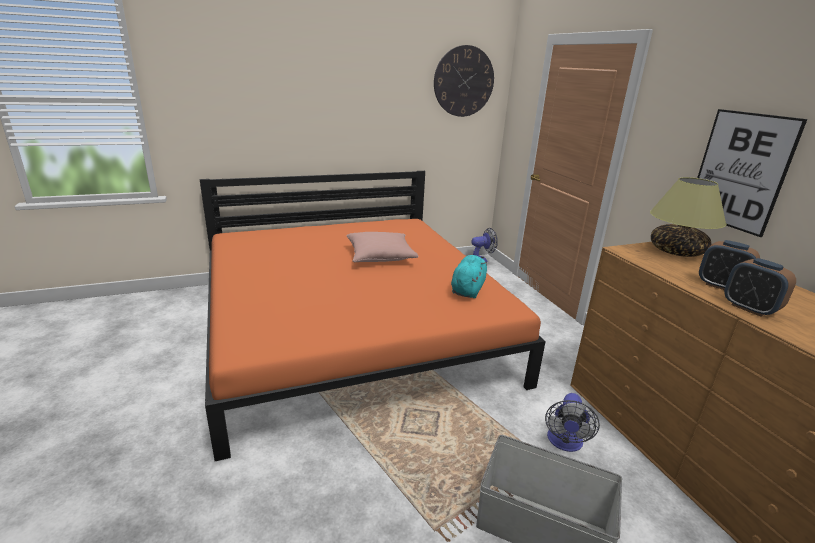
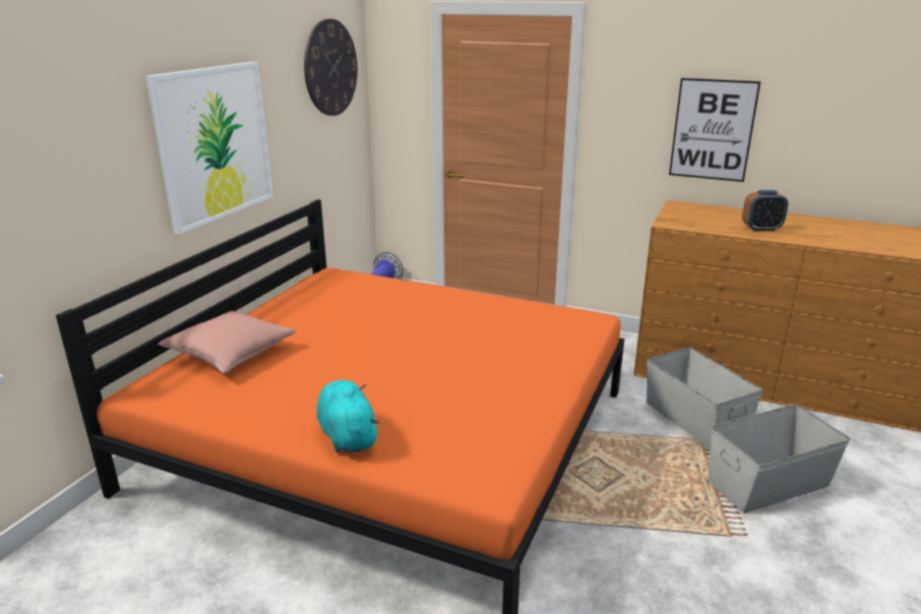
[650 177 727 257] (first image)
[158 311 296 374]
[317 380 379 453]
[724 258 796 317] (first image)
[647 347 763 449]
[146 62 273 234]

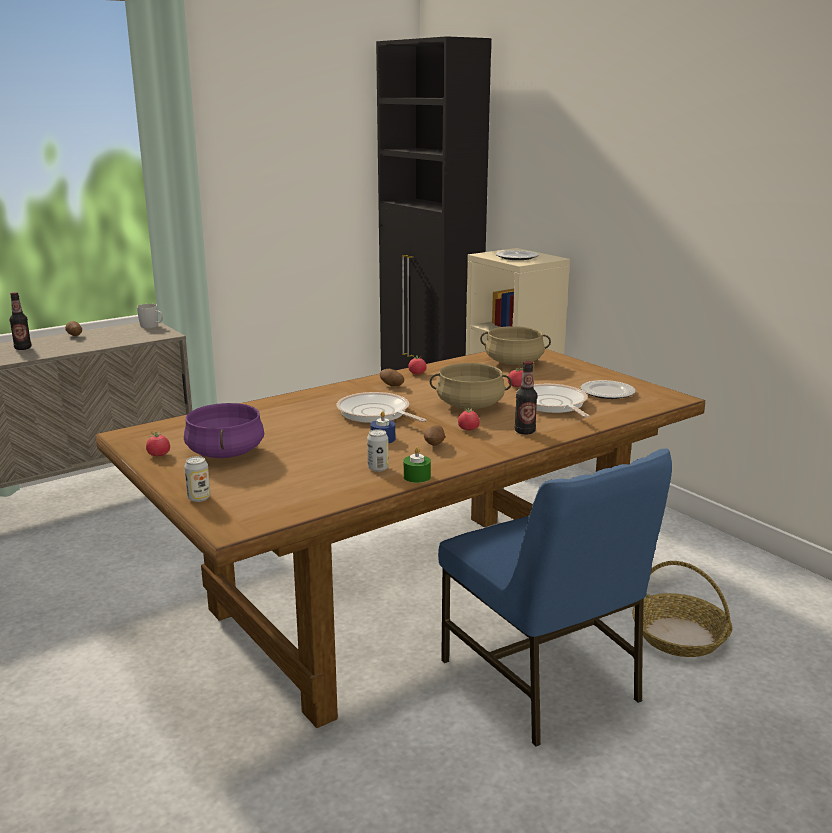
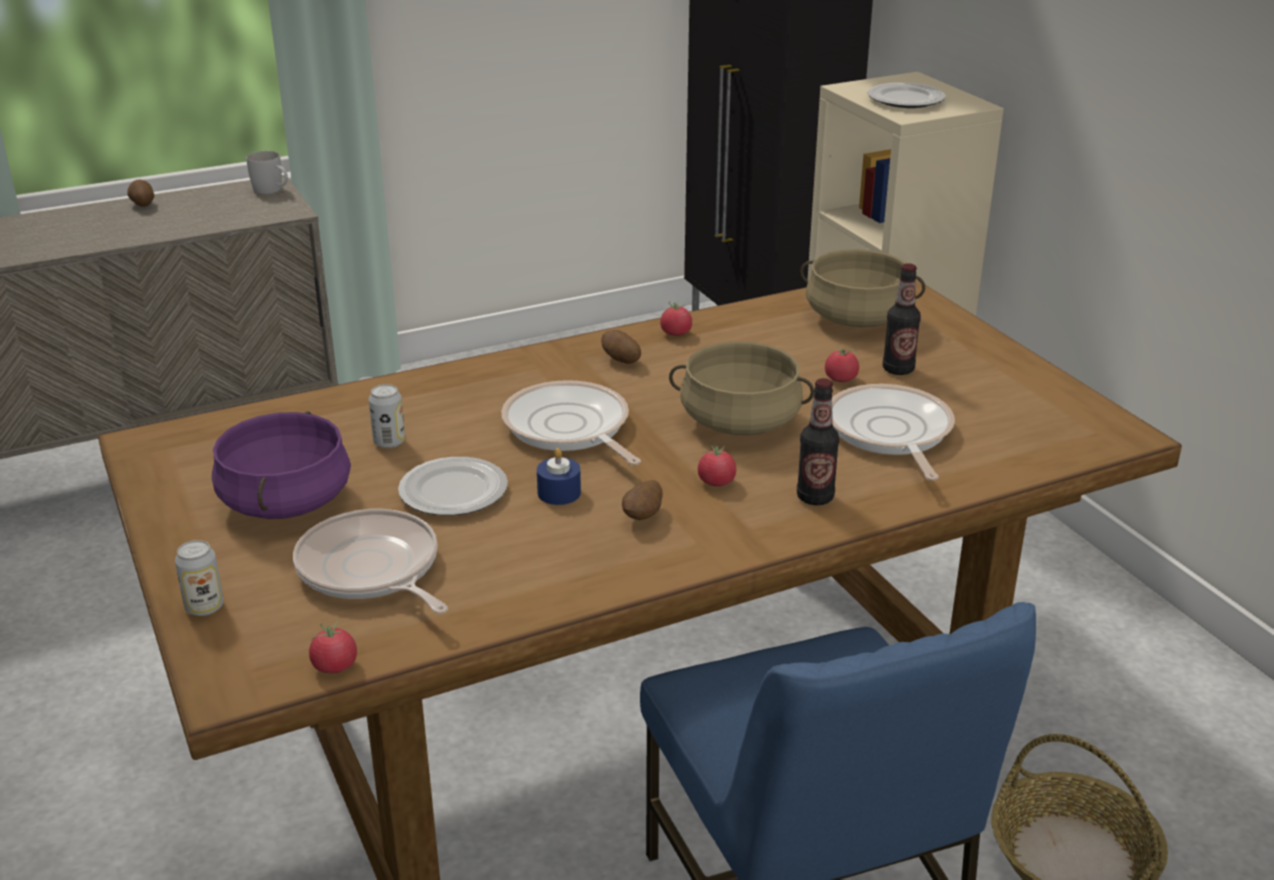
[883 263 921 375]
[398 457 508 516]
[369 384 405 448]
[309 621 357 673]
[403 447 431 483] (first image)
[293 509 448 614]

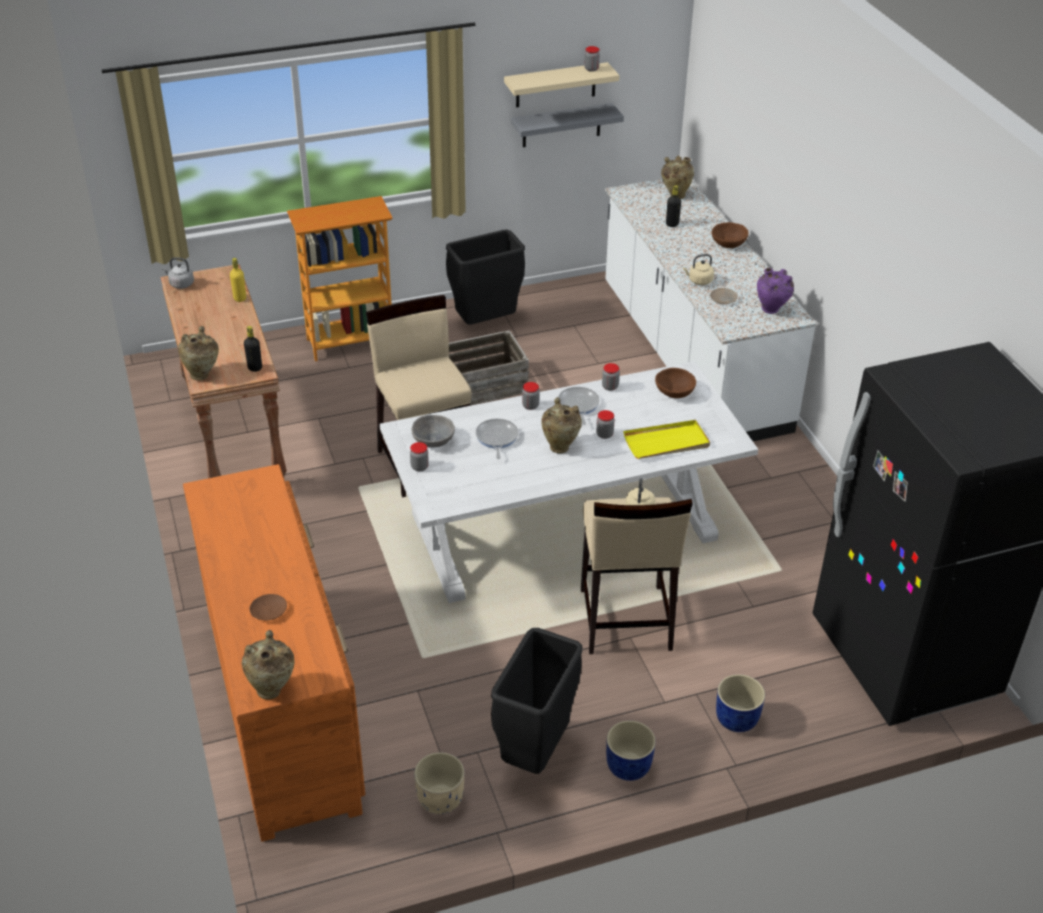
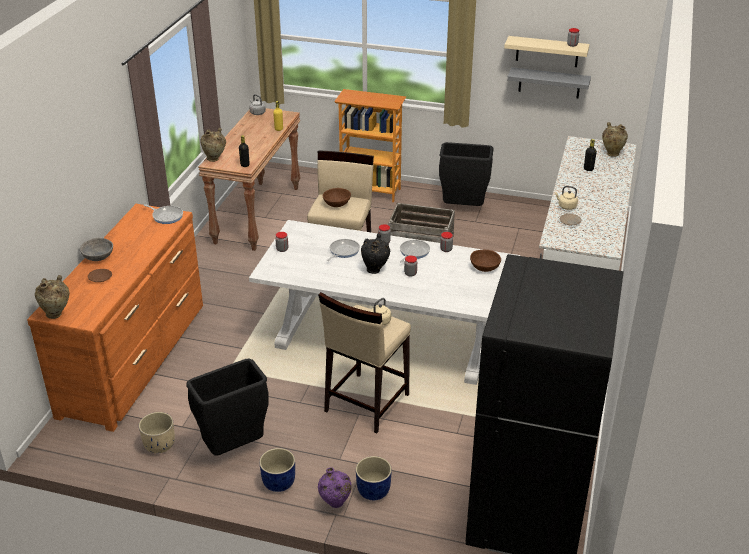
[323 188 351 207]
[318 468 352 508]
[361 233 390 274]
[80 237 113 261]
[623 420 710 459] (first image)
[143 204 183 224]

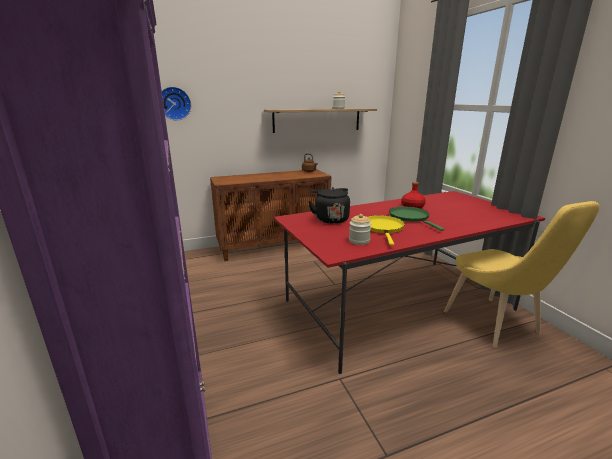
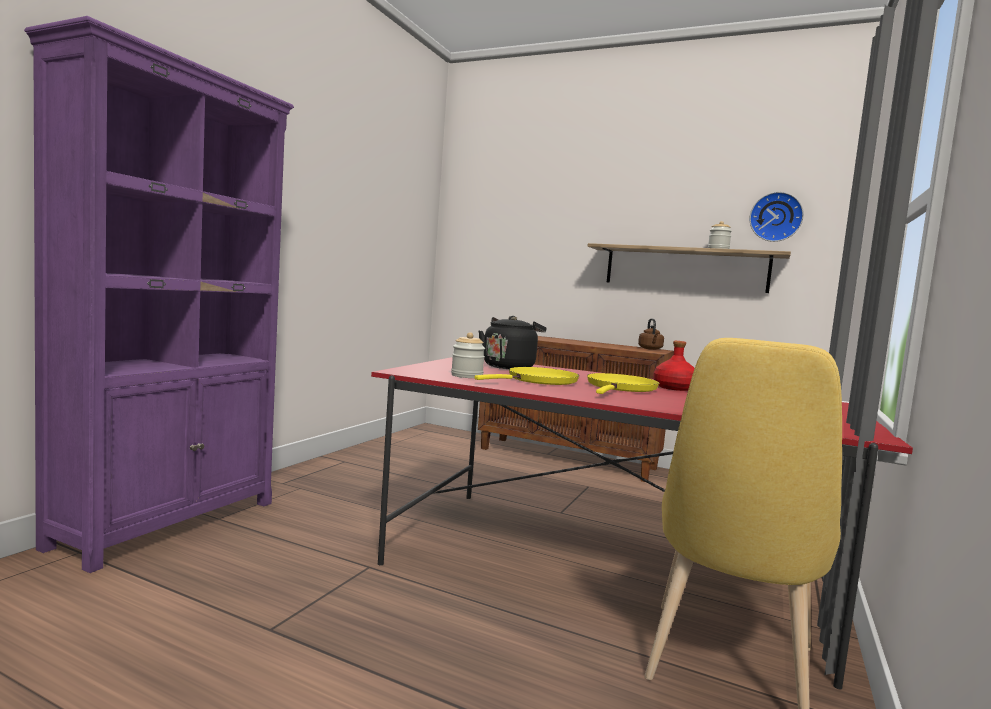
[749 192 804 242]
[587 373 659 394]

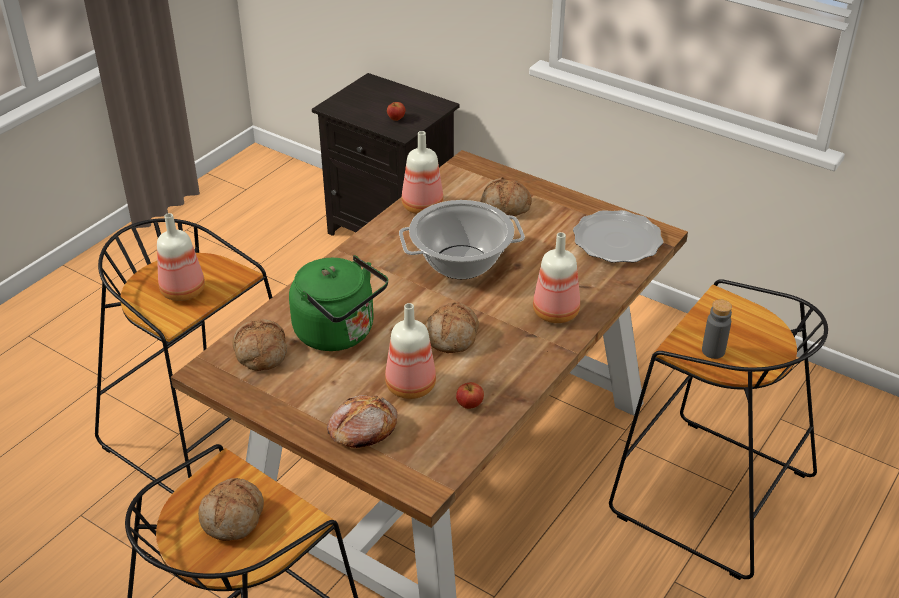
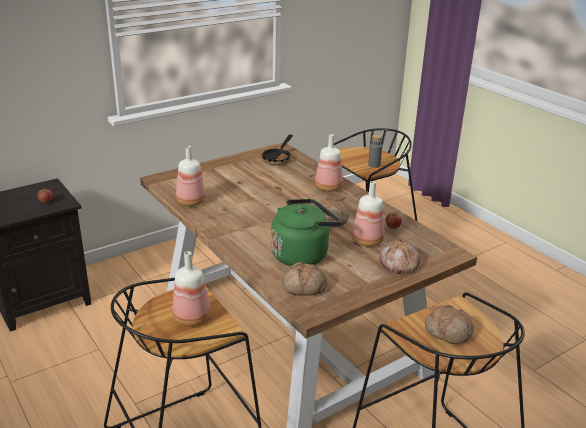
[480 177 532 216] (first image)
[399 200 525 279] (first image)
[261 134 293 165]

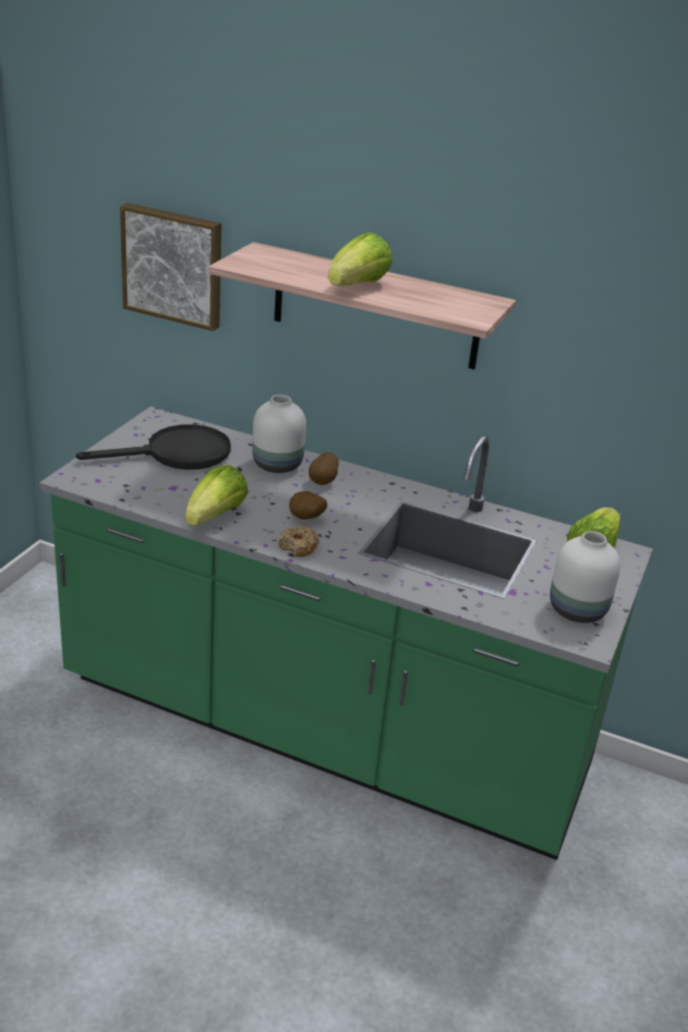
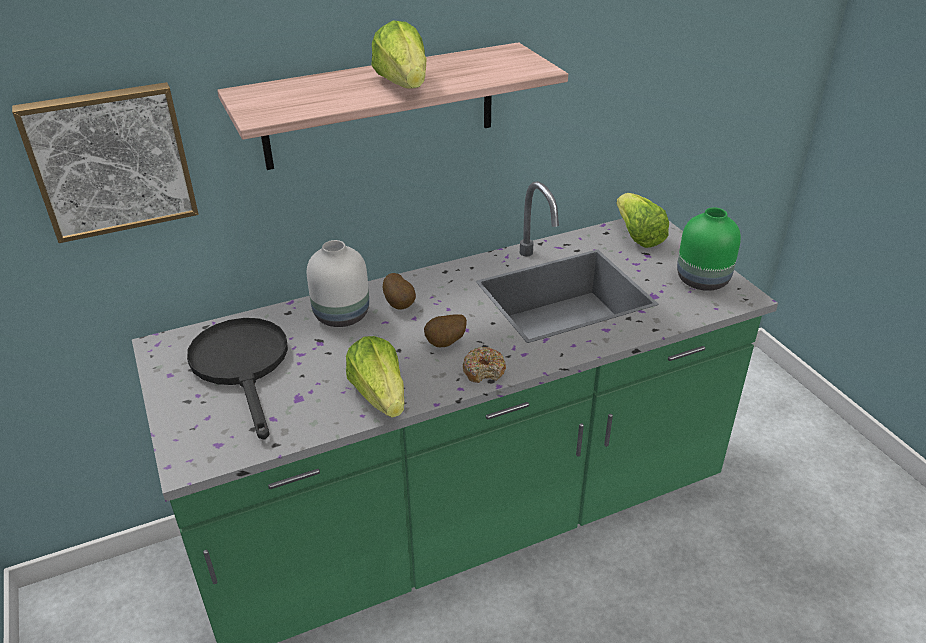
[187 318 288 440]
[677 207 741 291]

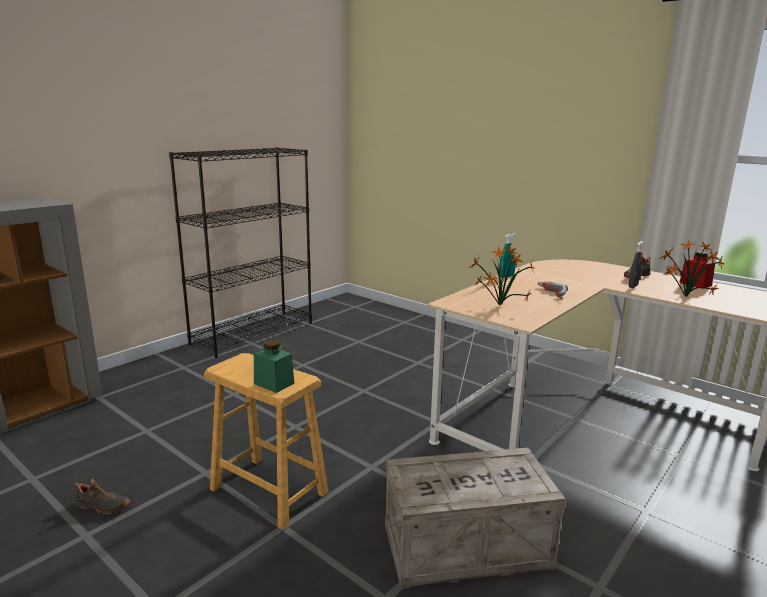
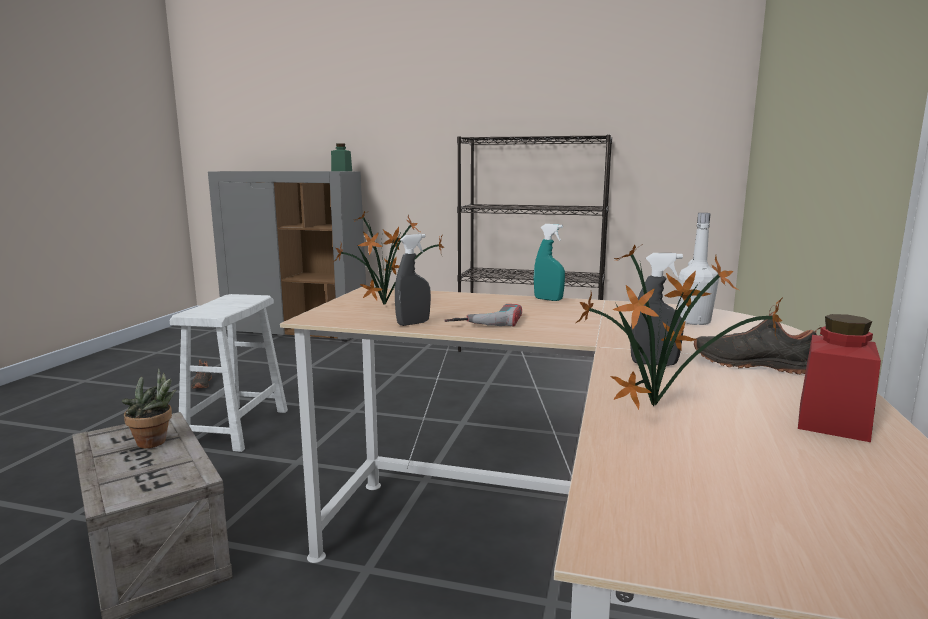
[331 144 352 171]
[170 294 288 452]
[678 213 719 325]
[395 234 431 326]
[121 368 176 448]

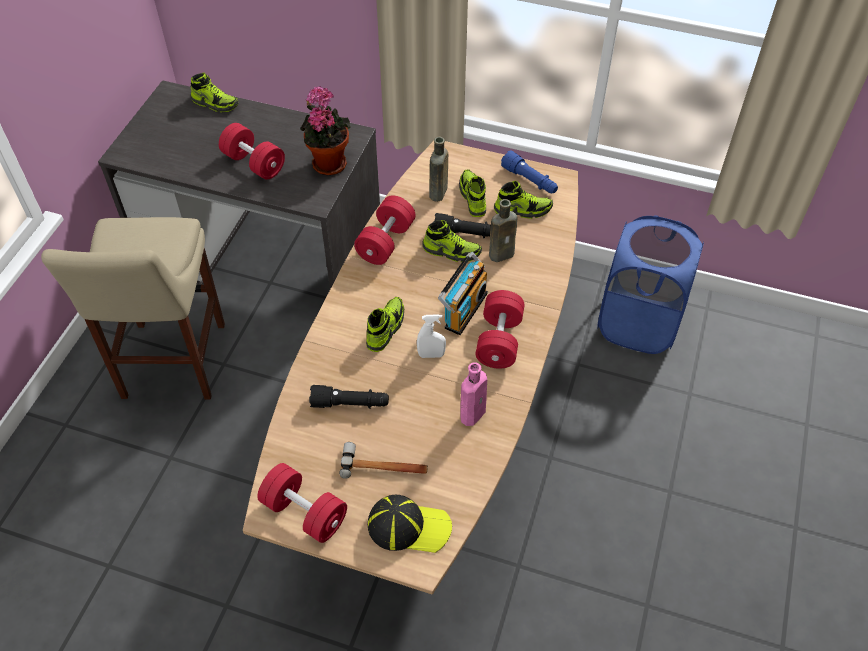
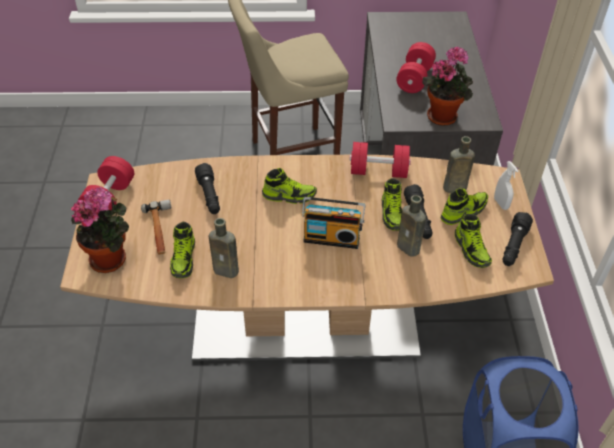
[170 222 195 278]
[503 212 533 266]
[476 290 525 368] (first image)
[494 161 518 210]
[209 218 239 278]
[71 187 129 273]

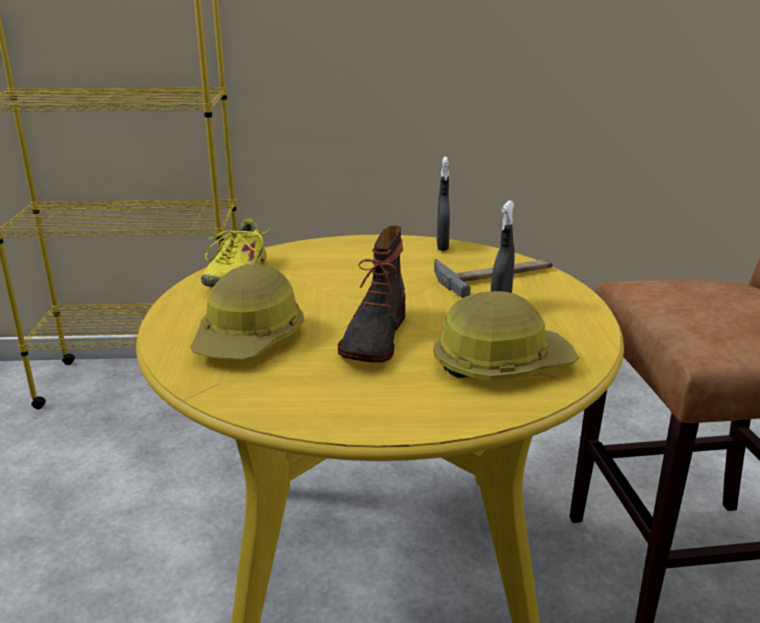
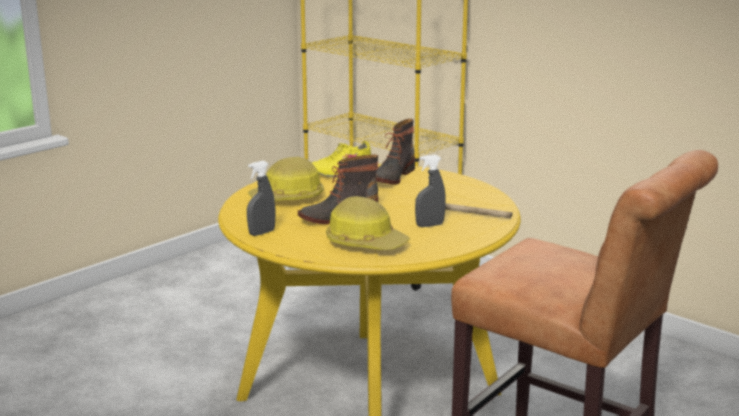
[247 161 275 236]
[376 119 415 185]

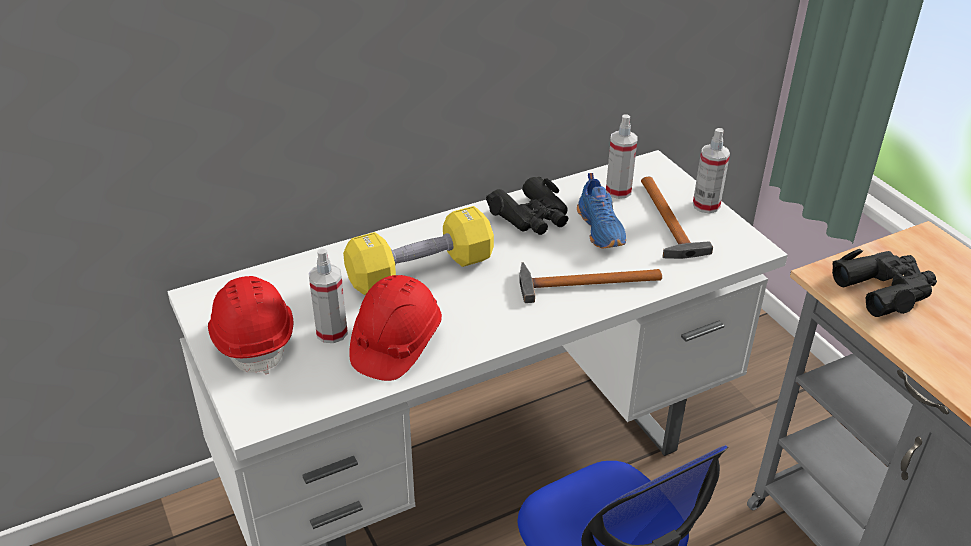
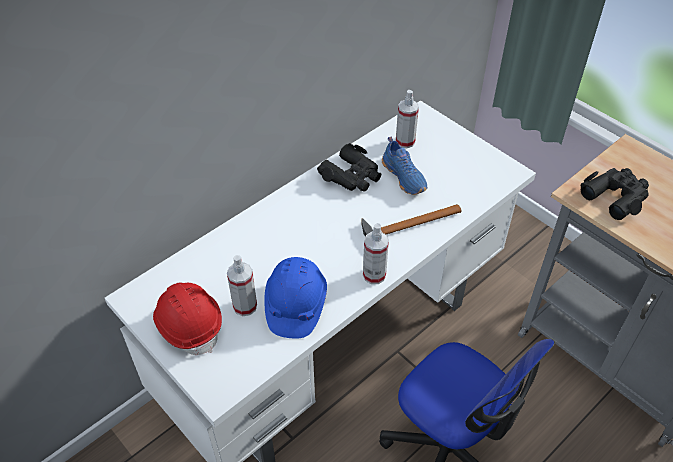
[363 223 389 284]
[641 177 713 259] (first image)
[343 206 494 295] (first image)
[264 257 327 339]

